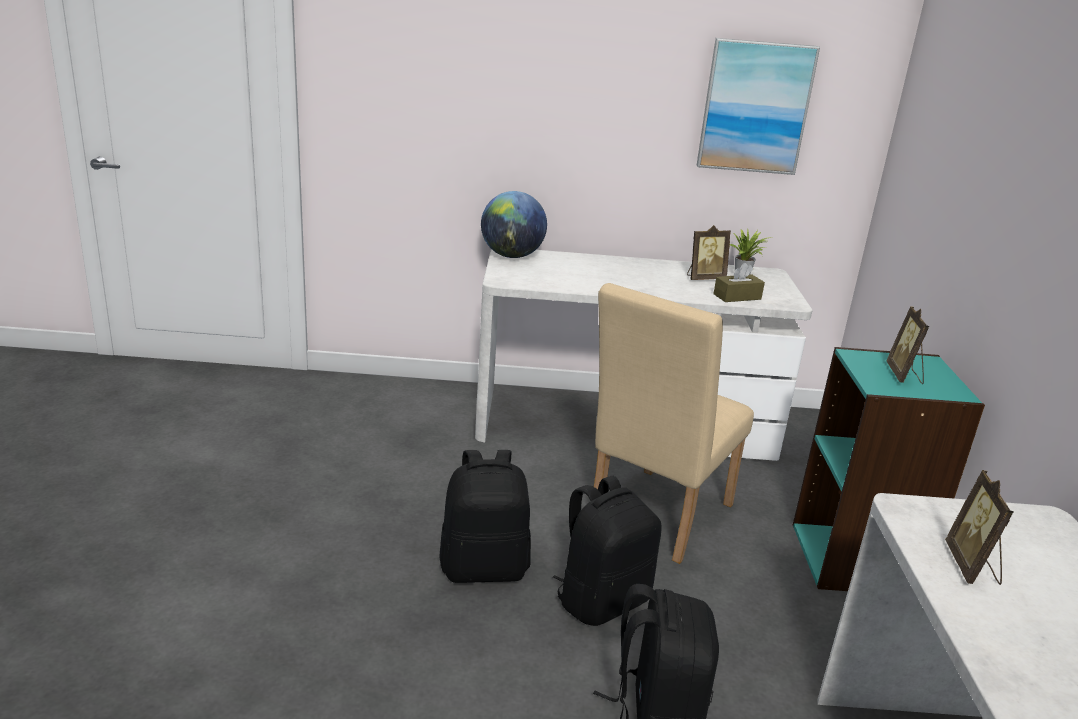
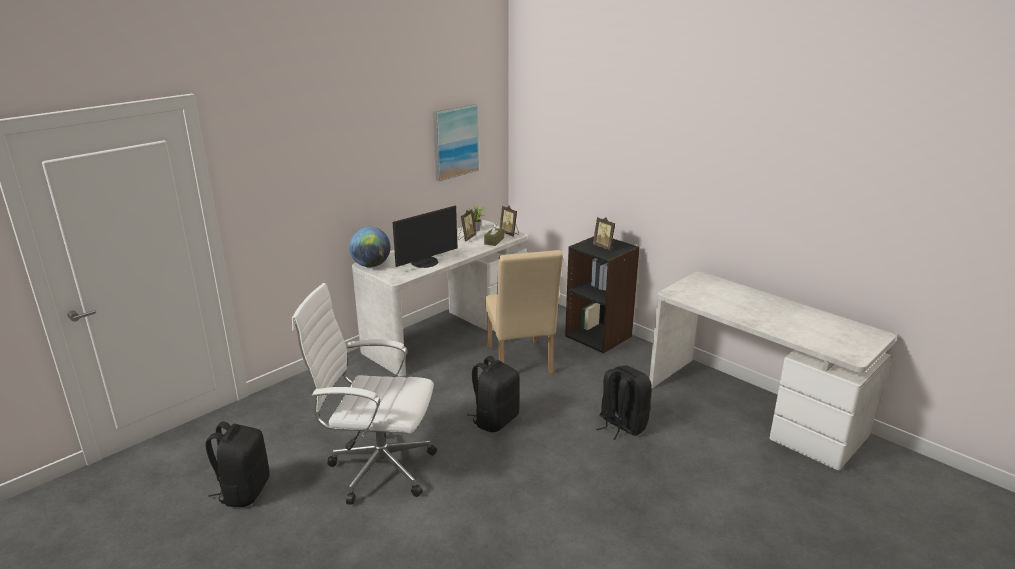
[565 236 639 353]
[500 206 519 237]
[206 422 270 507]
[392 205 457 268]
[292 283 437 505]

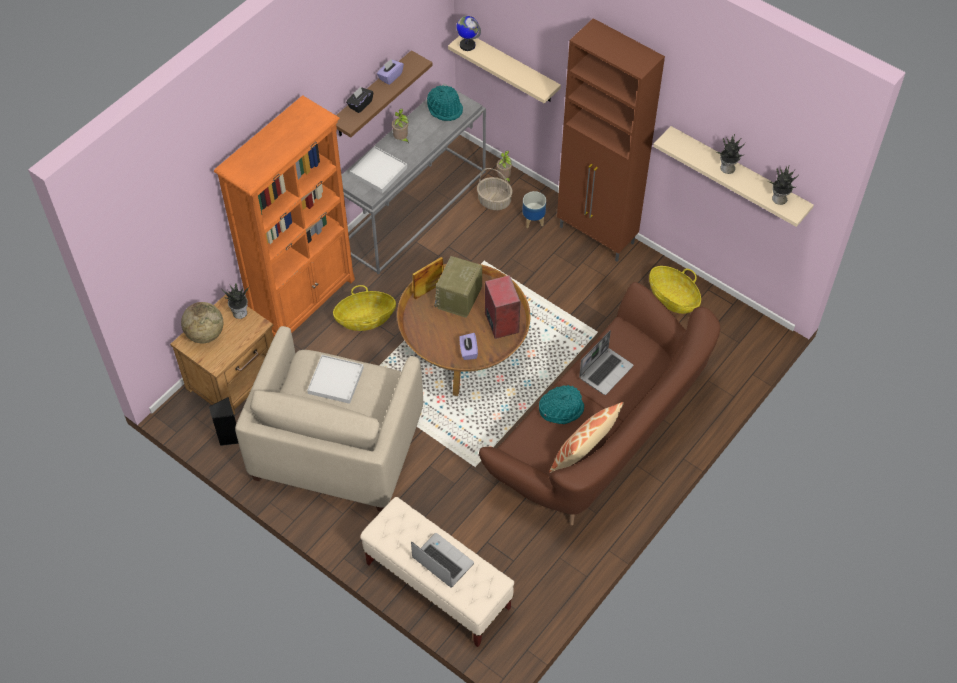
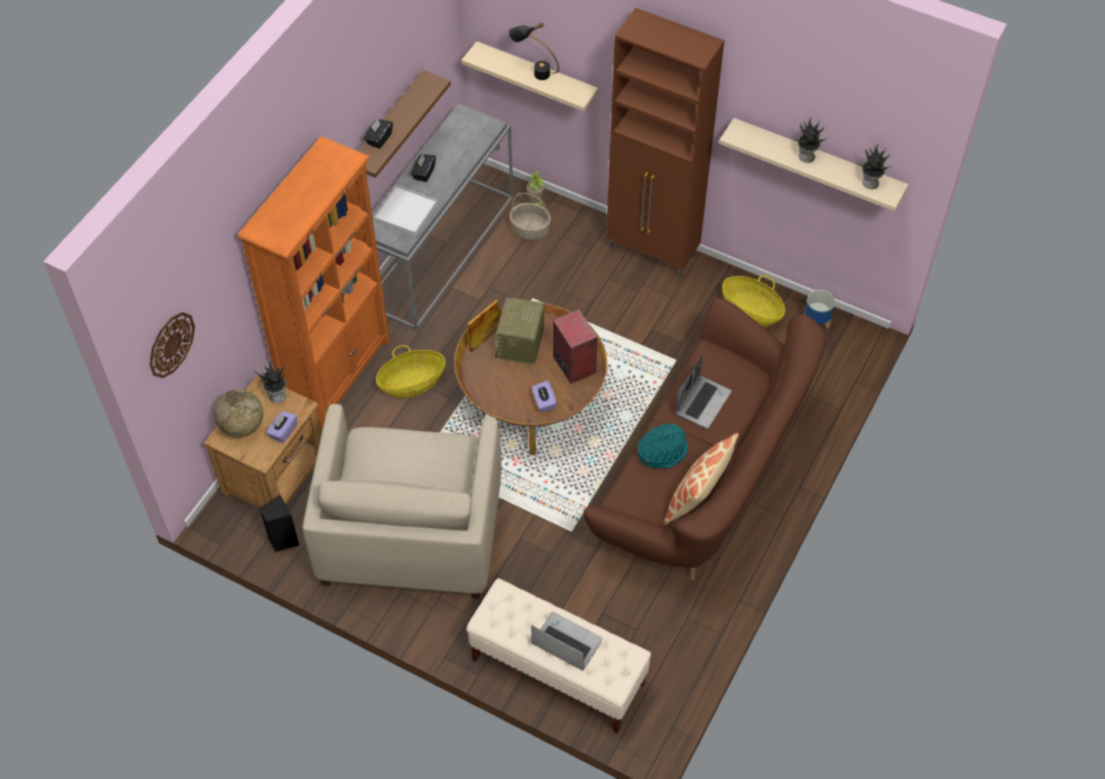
[456 16 481 51] (first image)
[266 411 297 443]
[427 85 463 121] (first image)
[411 154 436 182]
[804 290 835 329]
[307 355 364 404] (first image)
[509 23 559 80]
[149 312 195 378]

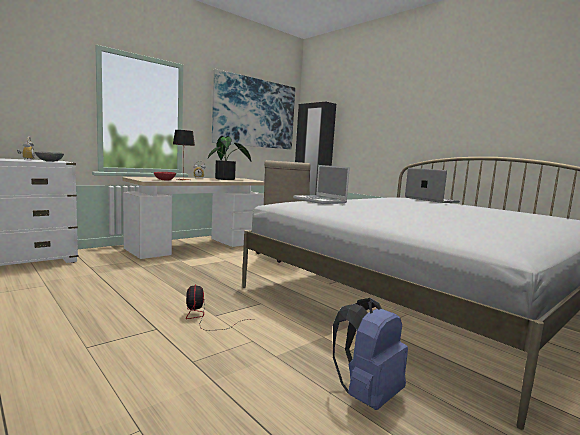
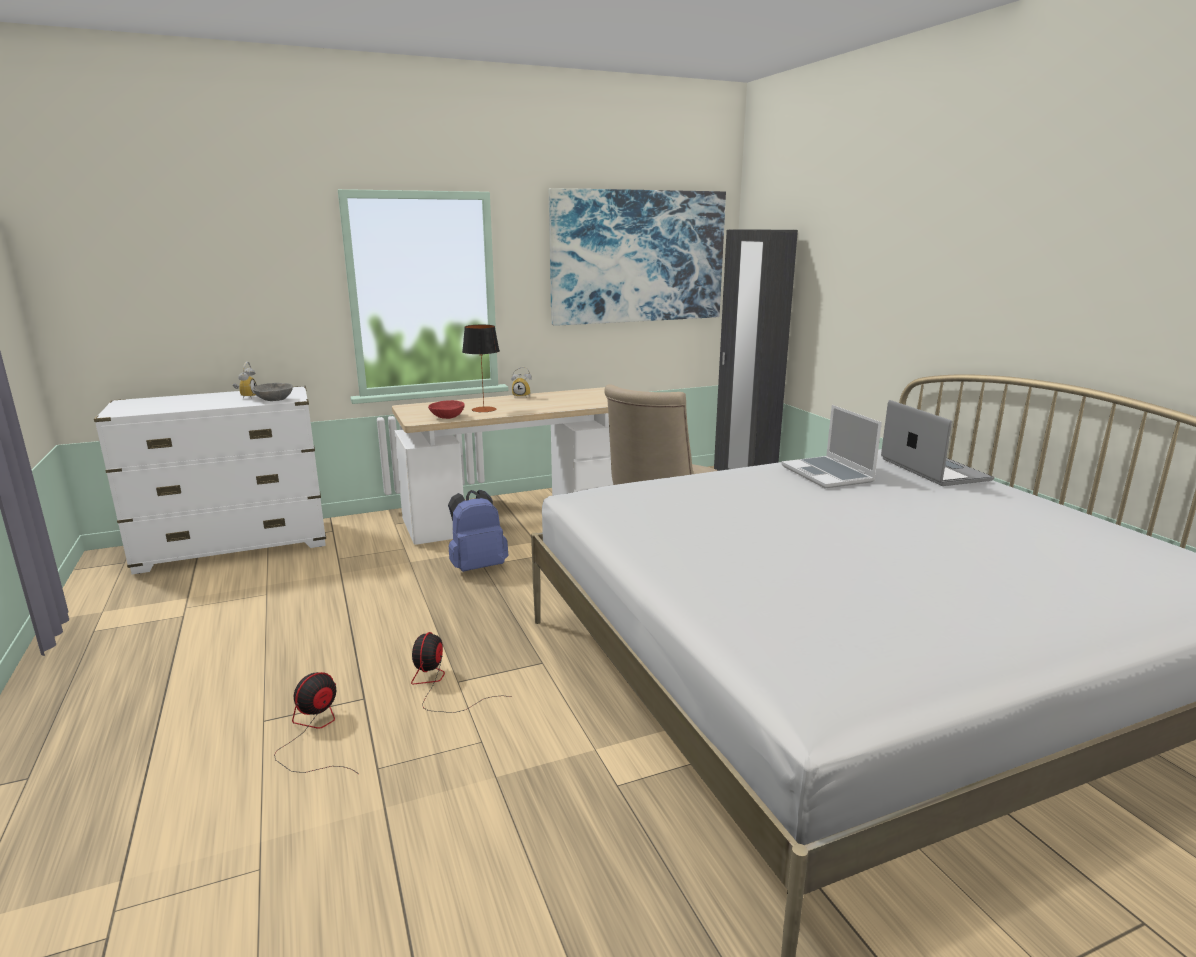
[208 136 251 180] (first image)
[781 405 882 489]
[448 490 508 572]
[274 672 359 774]

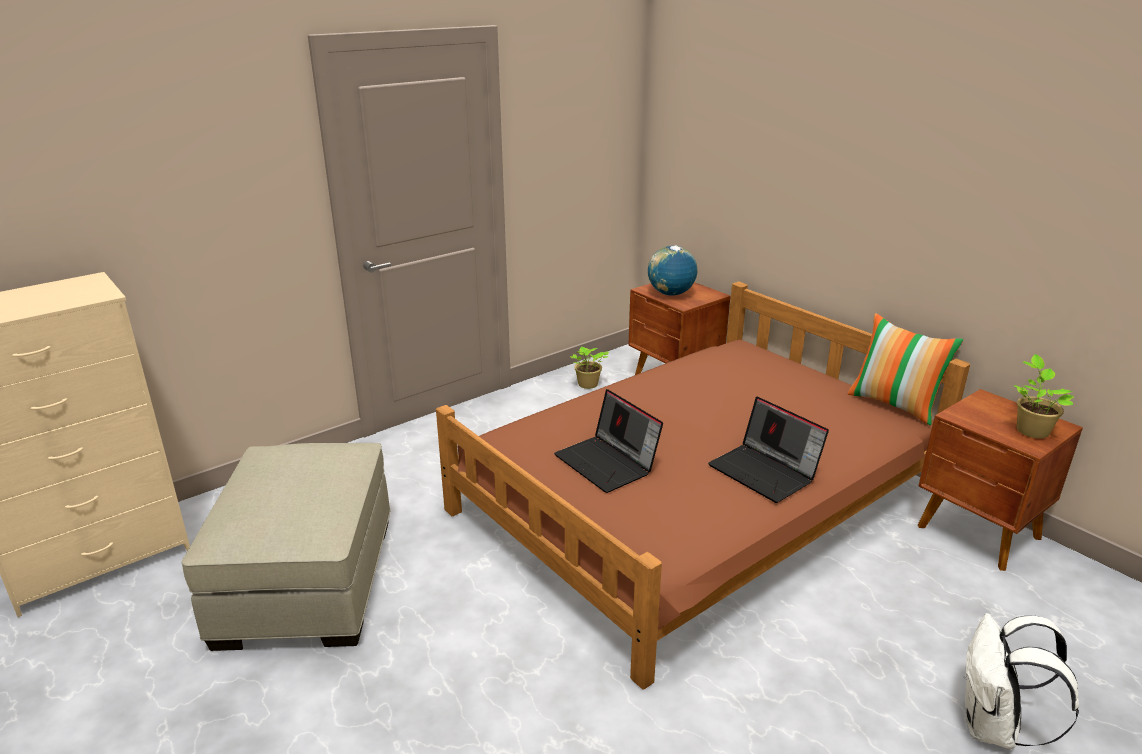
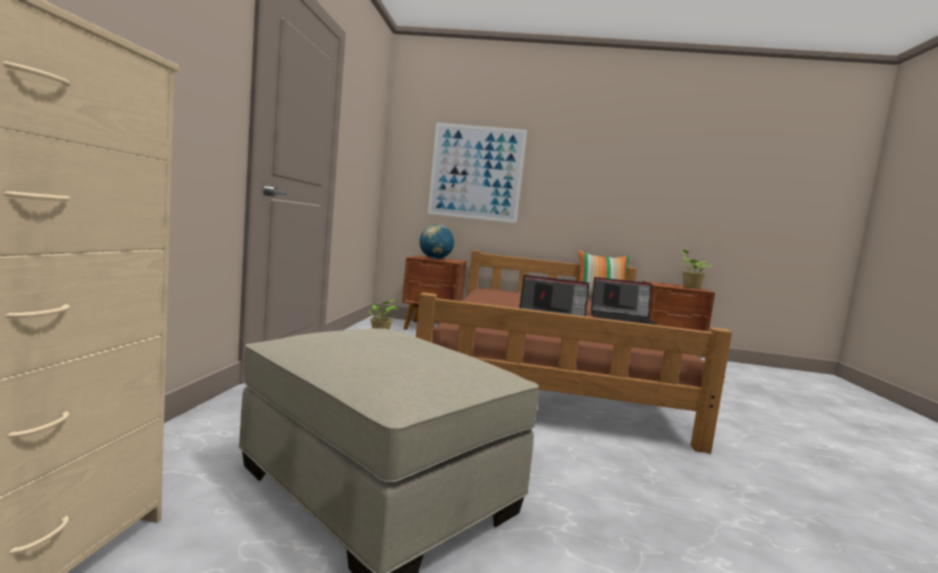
[964 613 1079 749] (first image)
[428 122 527 223]

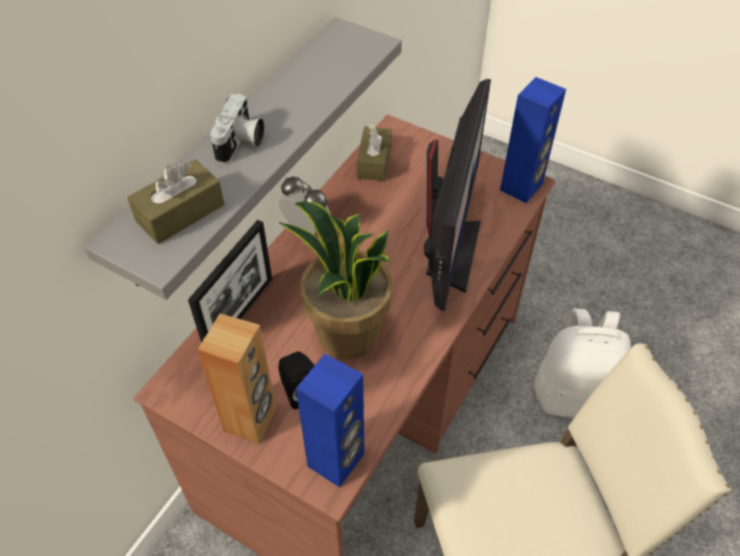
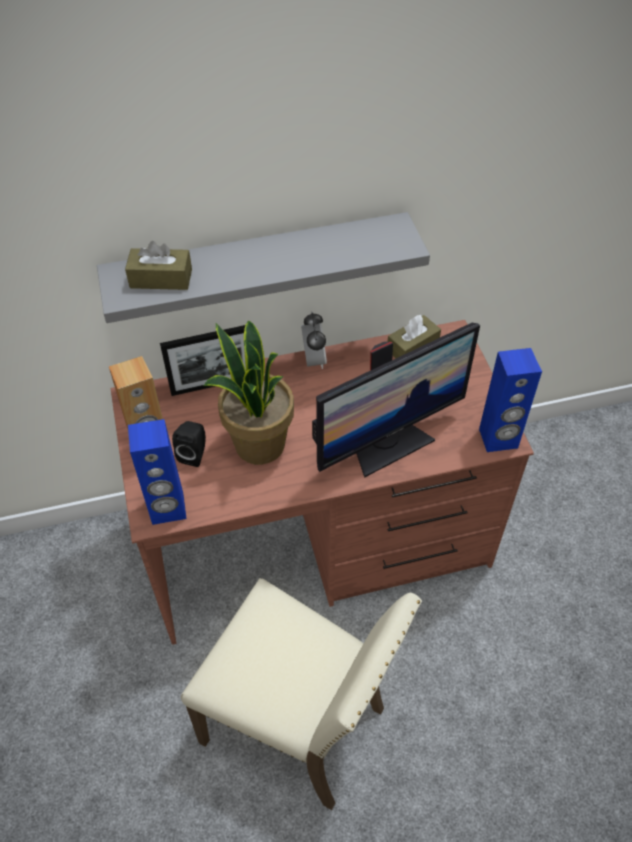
[210 93 264 164] (first image)
[535 308 631 417] (first image)

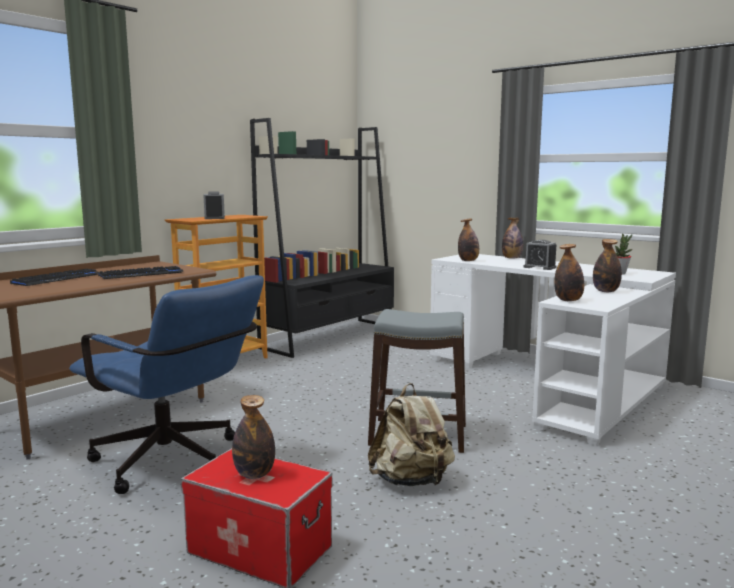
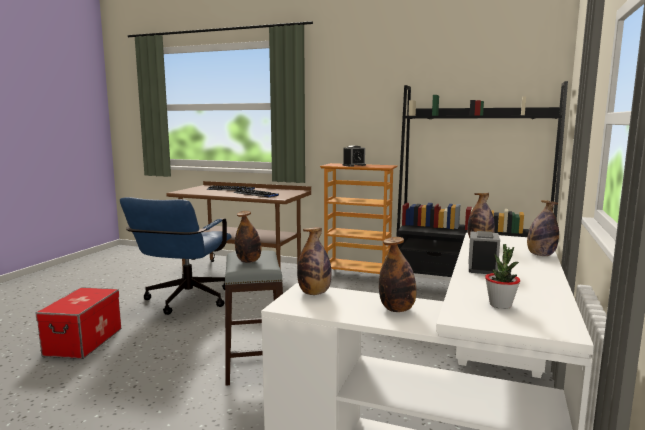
[368 383 455 486] (first image)
[235 211 261 263]

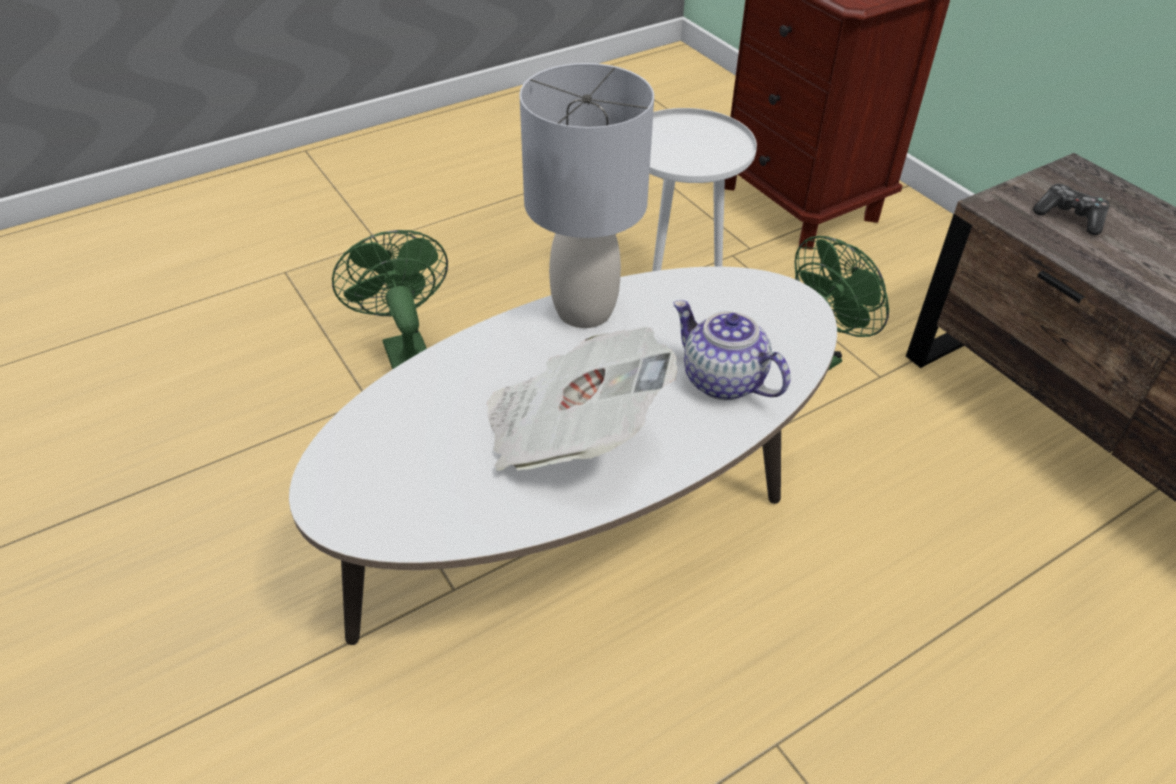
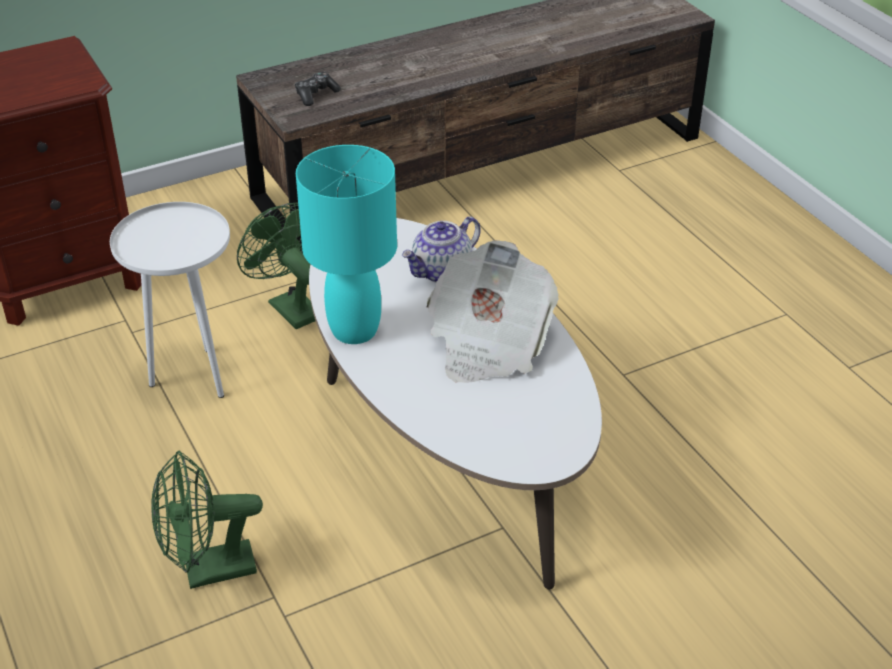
[296 145 397 344]

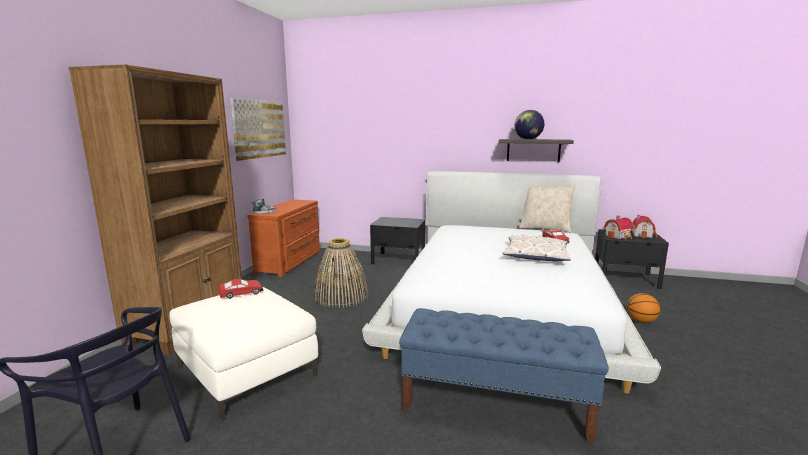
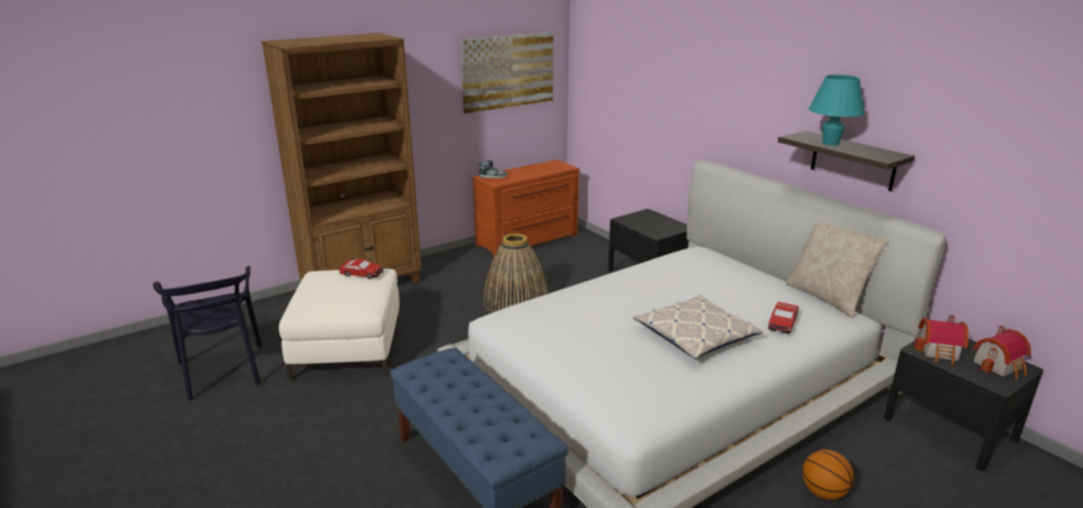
[809 75 865 146]

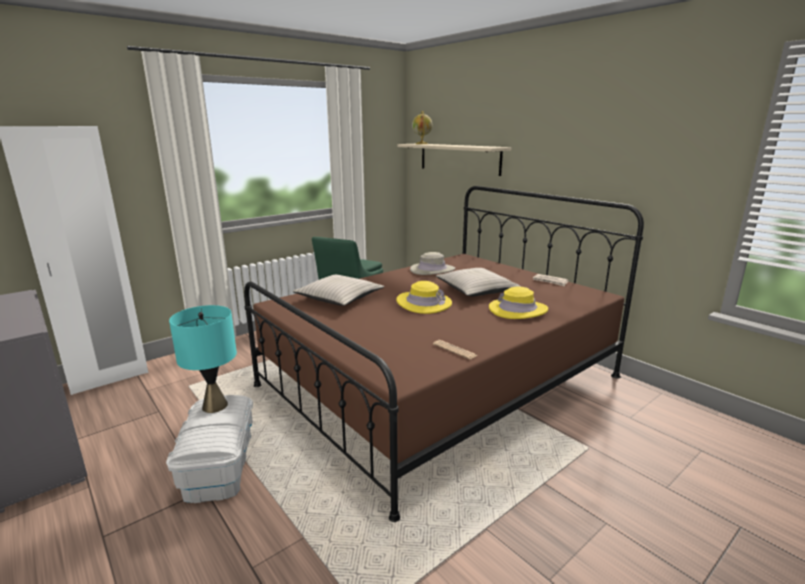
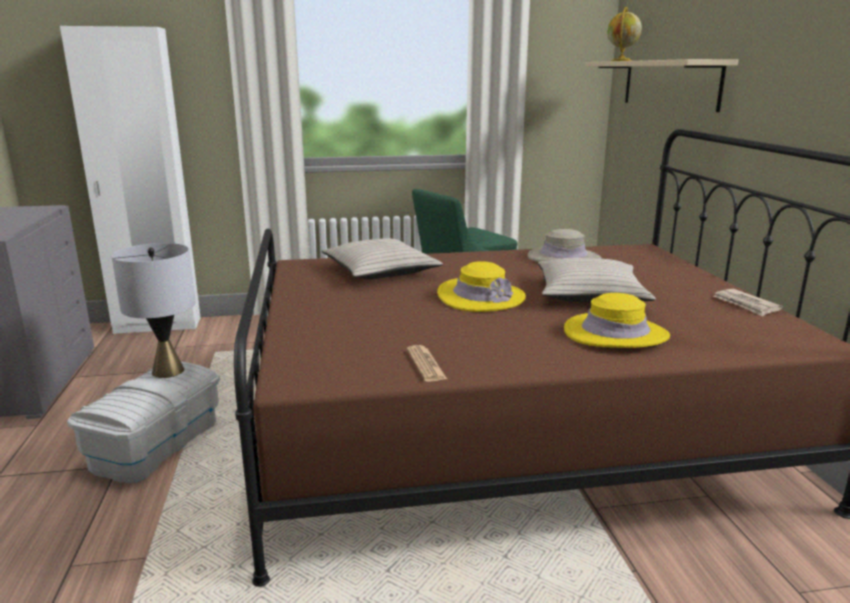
[111 243 196 378]

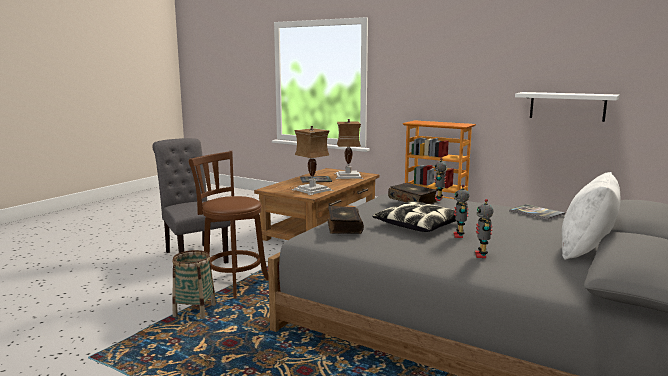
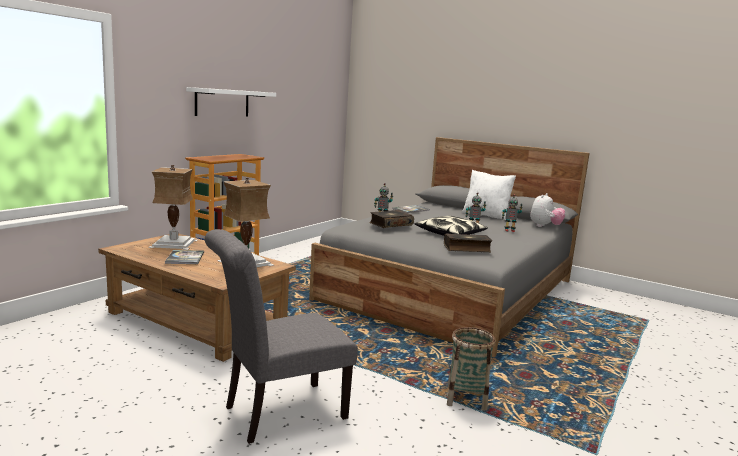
[186 87 276 117]
[189 151 269 299] (first image)
[530 193 565 227]

